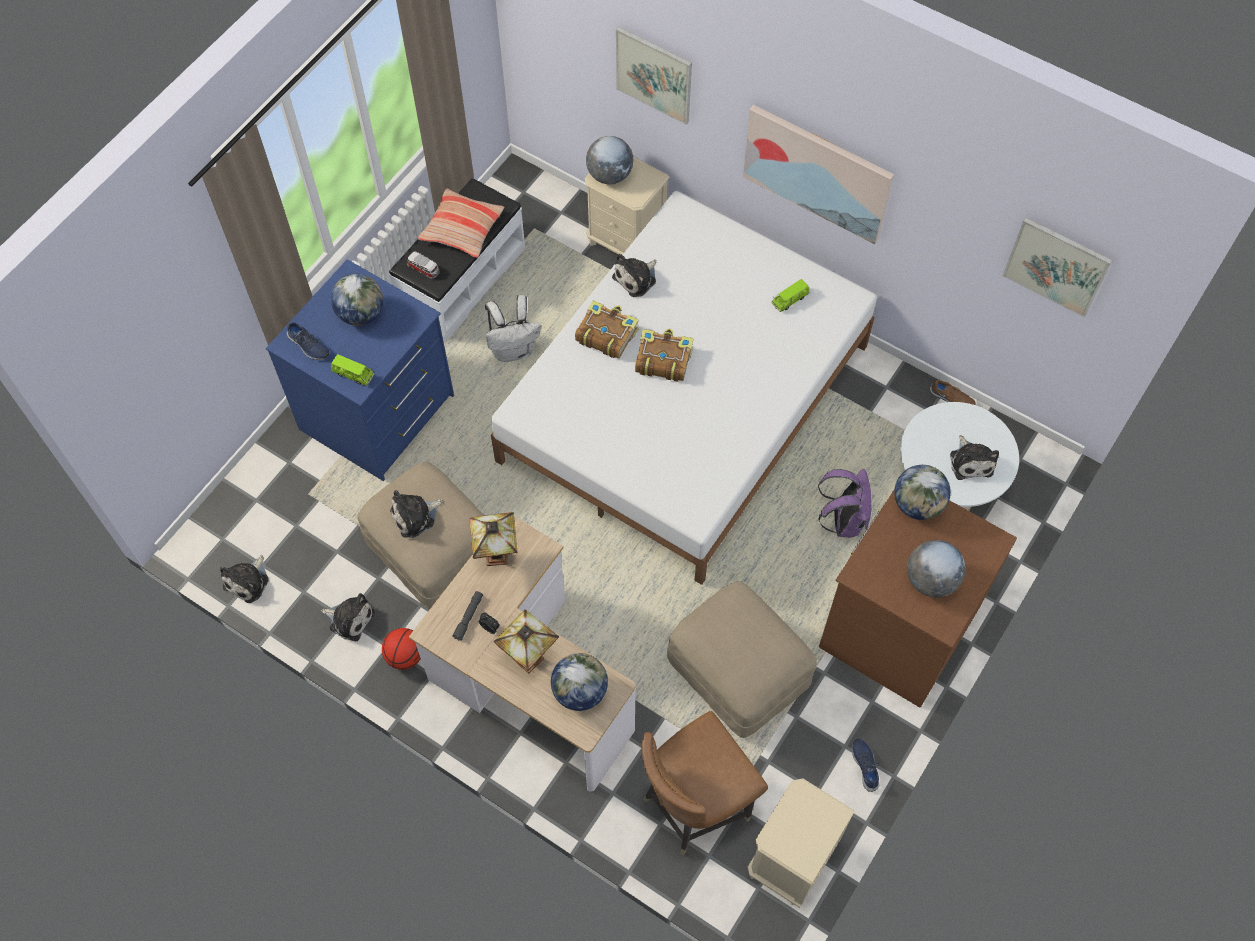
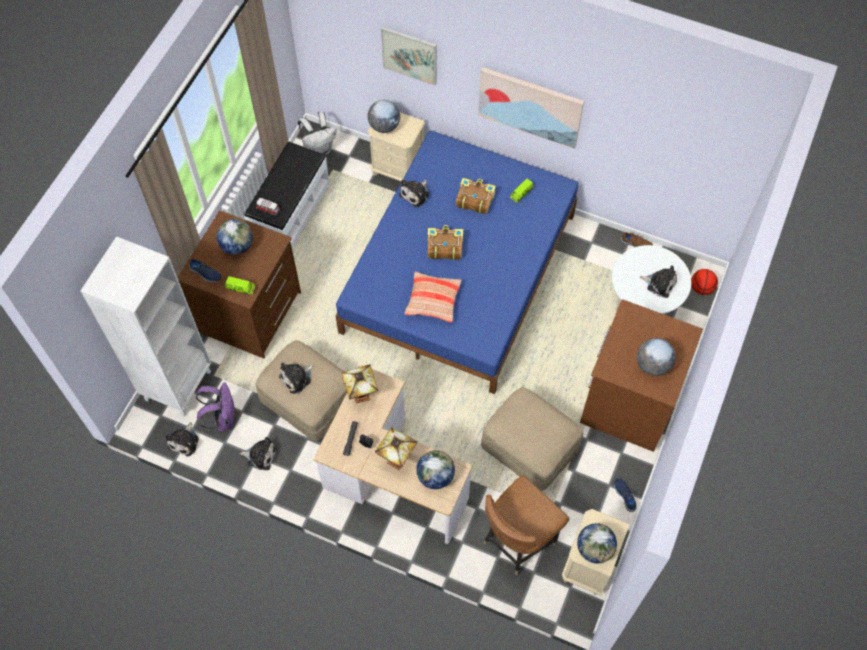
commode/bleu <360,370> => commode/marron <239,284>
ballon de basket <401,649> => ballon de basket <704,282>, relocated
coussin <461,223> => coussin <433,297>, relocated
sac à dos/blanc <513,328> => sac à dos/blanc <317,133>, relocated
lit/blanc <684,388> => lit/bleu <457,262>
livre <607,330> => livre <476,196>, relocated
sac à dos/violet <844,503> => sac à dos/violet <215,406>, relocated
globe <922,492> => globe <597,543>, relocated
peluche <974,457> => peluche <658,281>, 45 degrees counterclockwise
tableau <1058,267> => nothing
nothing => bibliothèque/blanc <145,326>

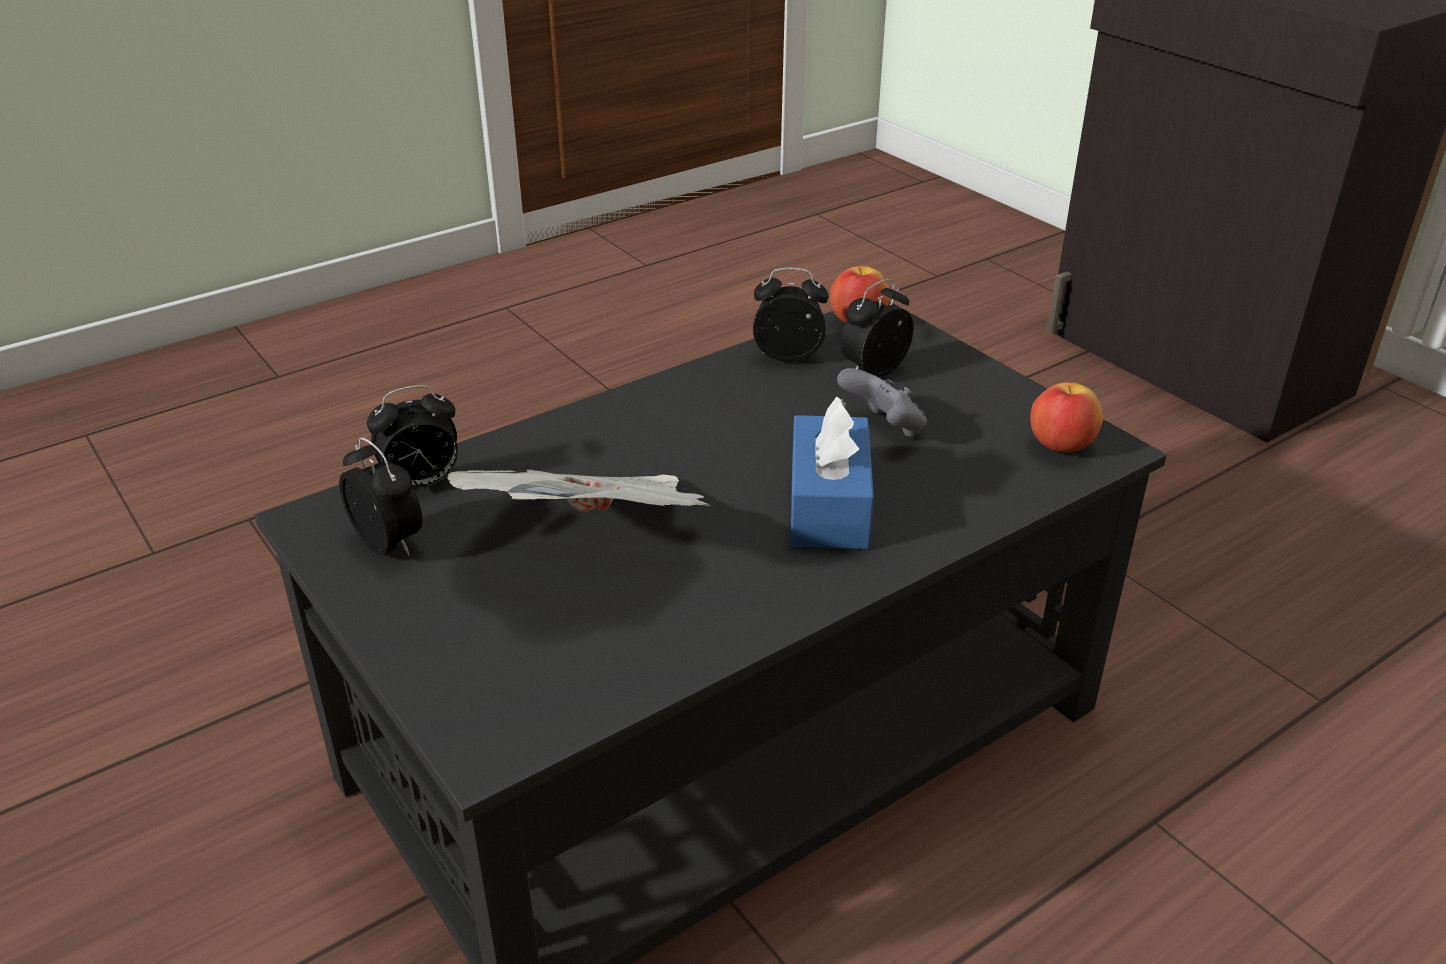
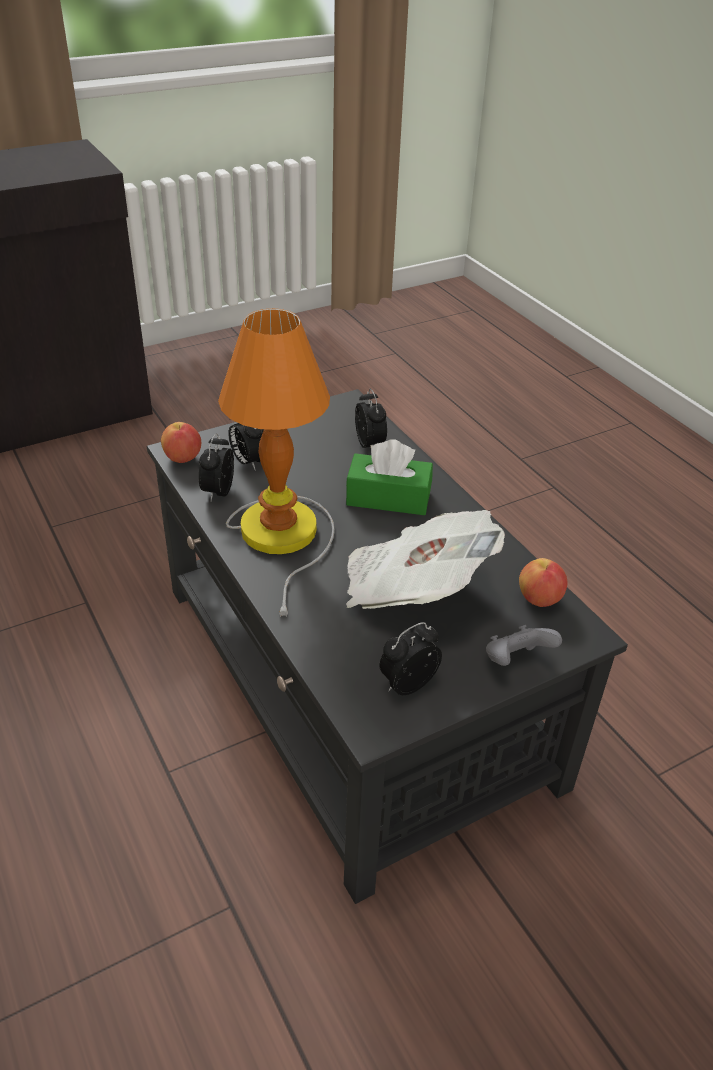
réveil <412,436> => réveil <371,418>, relocated
boîte à mouchoirs/bleu <832,472> => boîte à mouchoirs/vert <389,477>
manette/gris <882,403> => manette/gris <524,645>, relocated
pomme <1067,417> => pomme <543,582>, relocated
nothing => lampe de table <276,462>

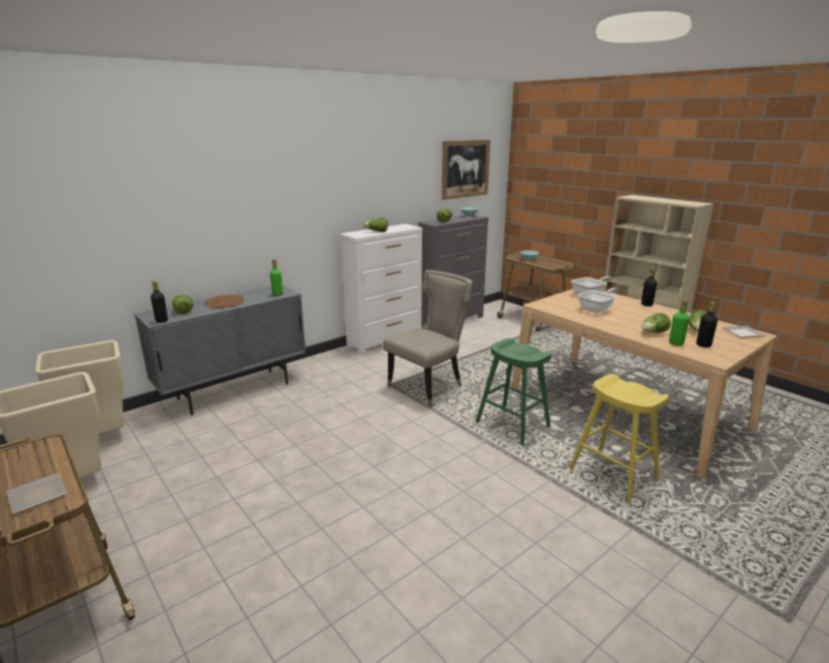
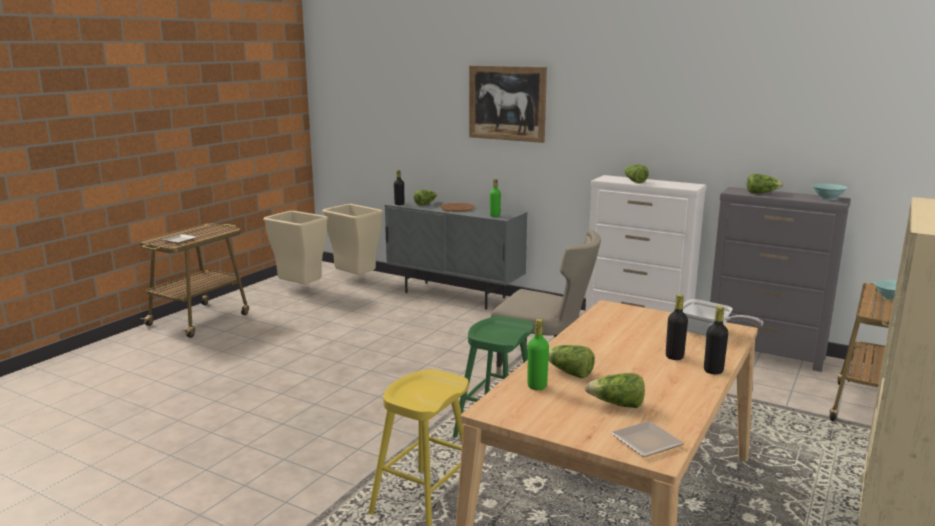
tableau <466,170> => tableau <508,104>, relocated
poêle <597,300> => nothing
bouteille/noir <707,325> => bouteille/noir <677,327>, relocated

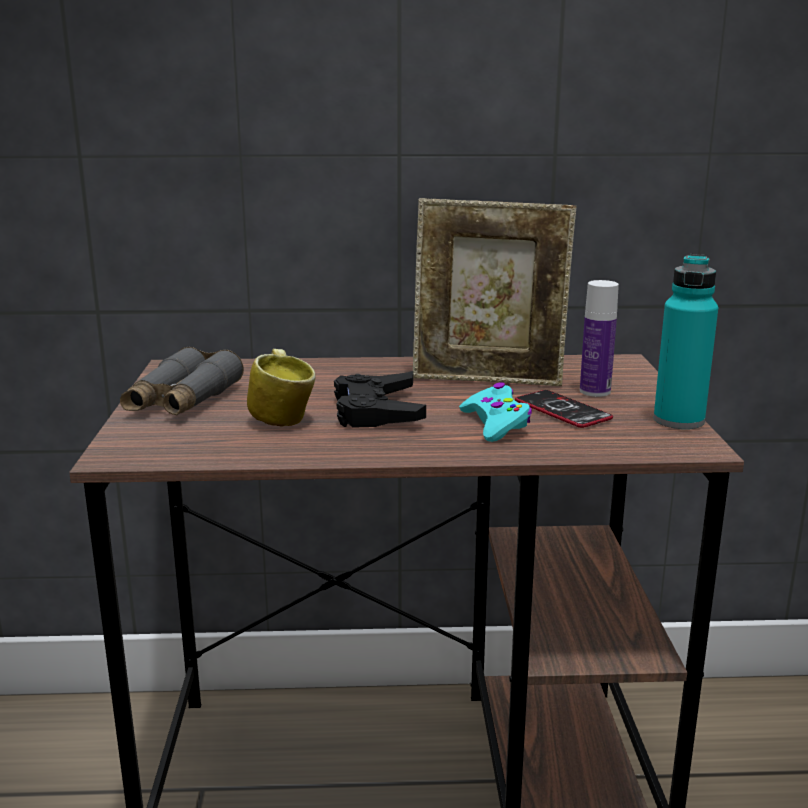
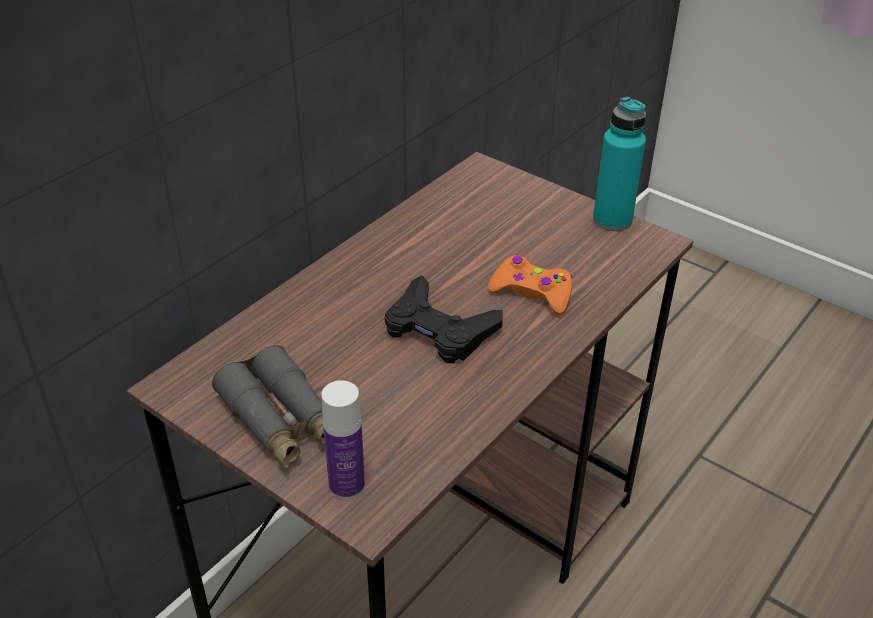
mug <281,387> => nothing
cadre photo <495,292> => nothing
manette/turquoise <495,412> => manette/orange <530,285>
téléphone <564,409> => nothing
bouteille <599,338> => bouteille <343,440>, relocated

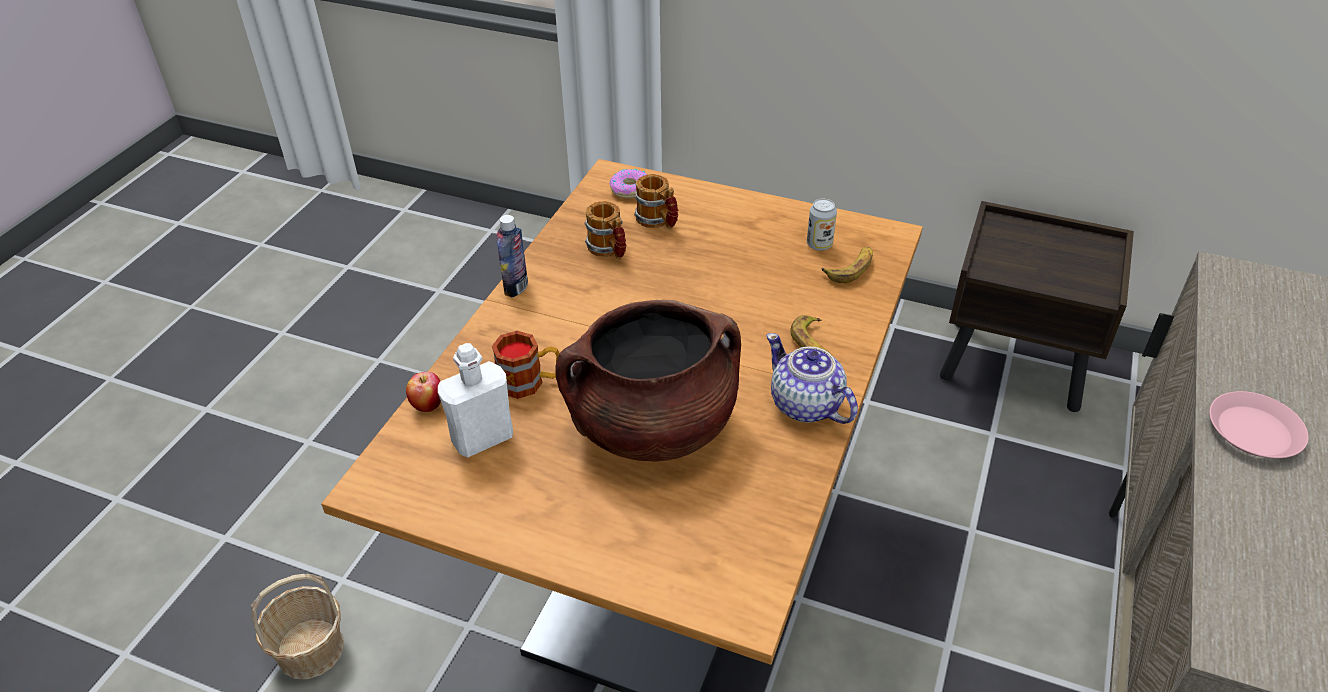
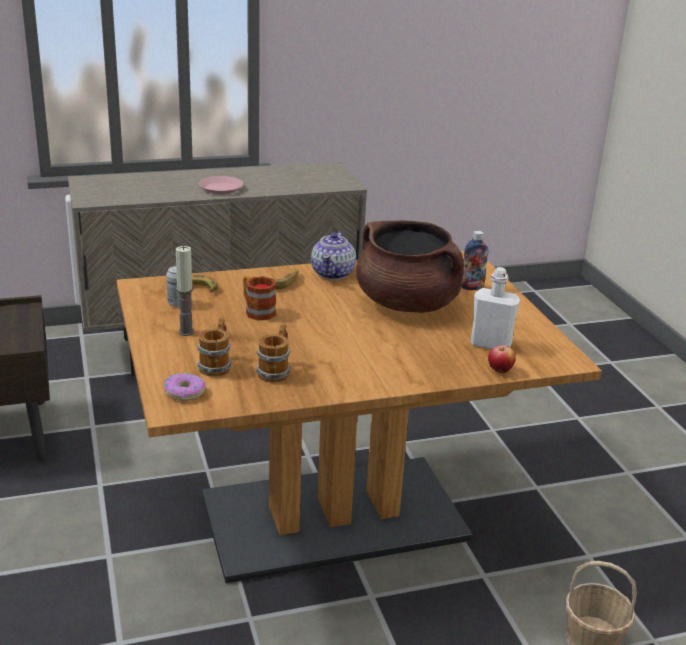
mug <526,365> => mug <259,298>, relocated
bouteille <512,256> => bouteille <475,260>, relocated
nothing => bougie <185,291>

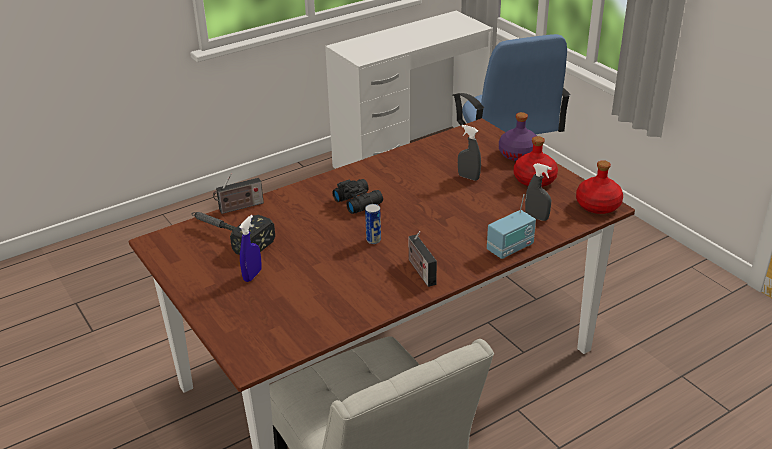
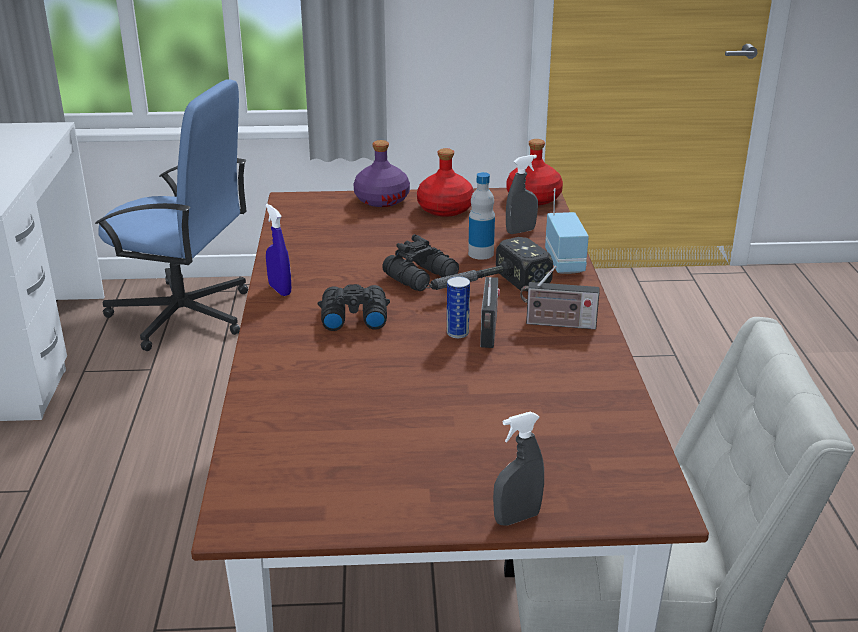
marteau <233,233> => marteau <488,264>, relocated
radio <238,194> => radio <490,312>, relocated
vaporisateur/bleu <250,248> => vaporisateur/bleu <278,250>, relocated
vaporisateur/gris <469,153> => vaporisateur/gris <518,469>, relocated
nothing => jumelles/noir <420,262>
nothing => bouteille <481,216>

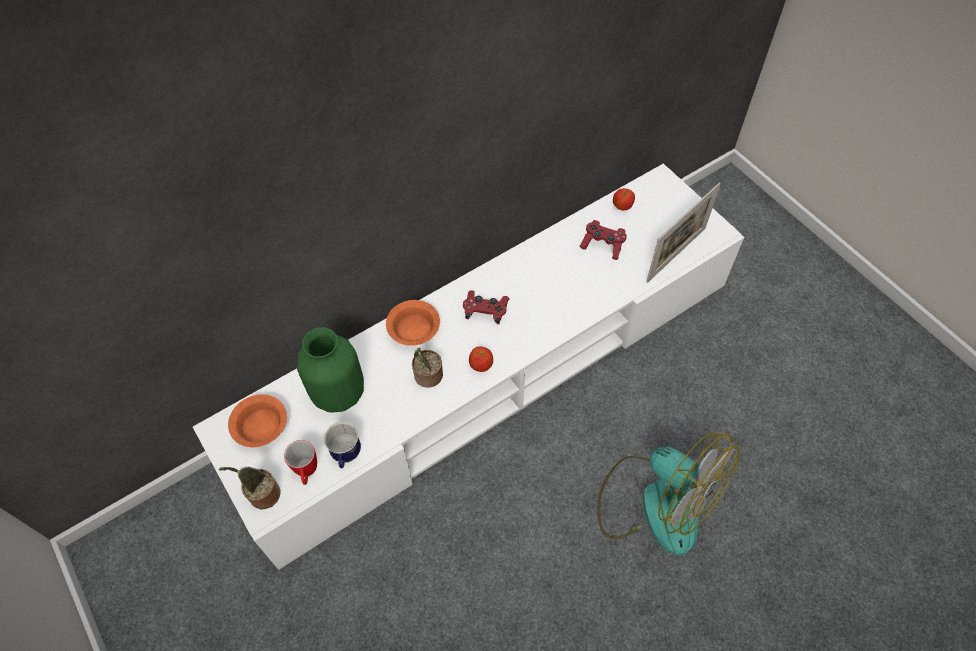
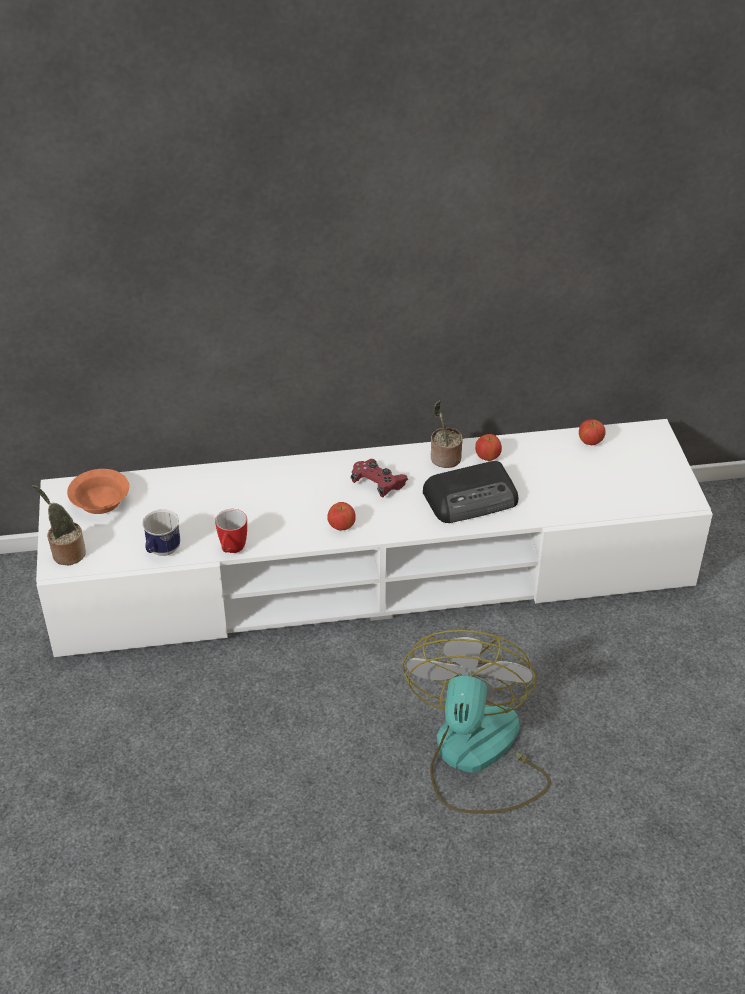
mug <300,462> => mug <231,531>, relocated
vase/vert <330,370> => nothing
bol/orange <413,323> => nothing
plante en pot <427,368> => plante en pot <447,434>, relocated
manette/rouge <603,240> => nothing
ventilateur <668,494> => ventilateur <476,722>, 150 degrees counterclockwise
cadre photo <683,233> => nothing
nothing => radio <470,492>
nothing => pomme <488,447>

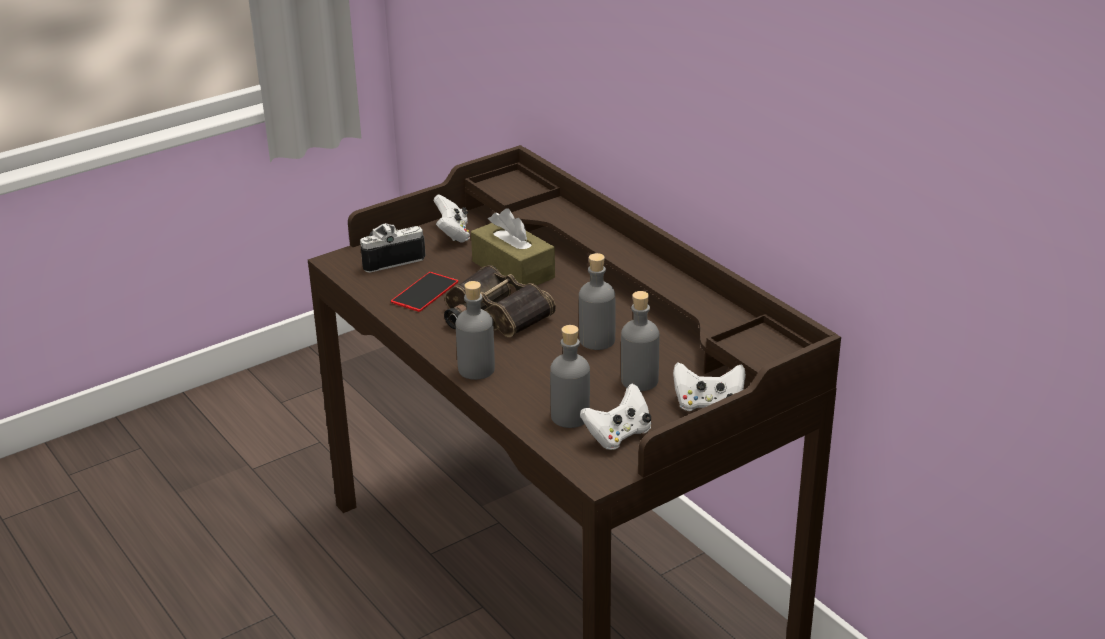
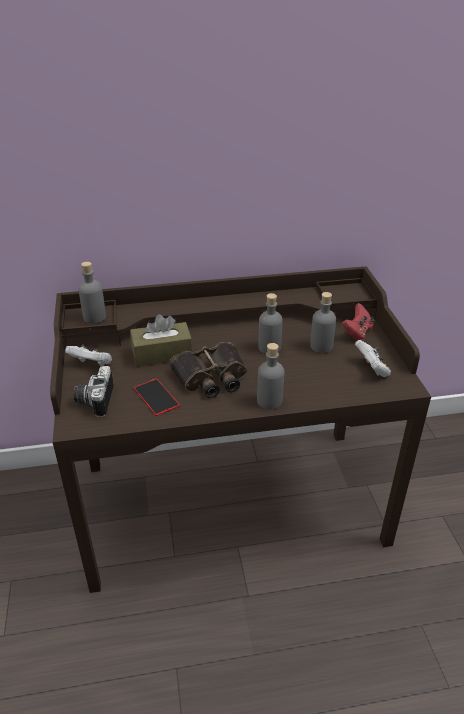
bouteille/gris <570,376> => bouteille/gris <92,293>, relocated
manette/blanc <709,386> => manette/rouge <358,322>

